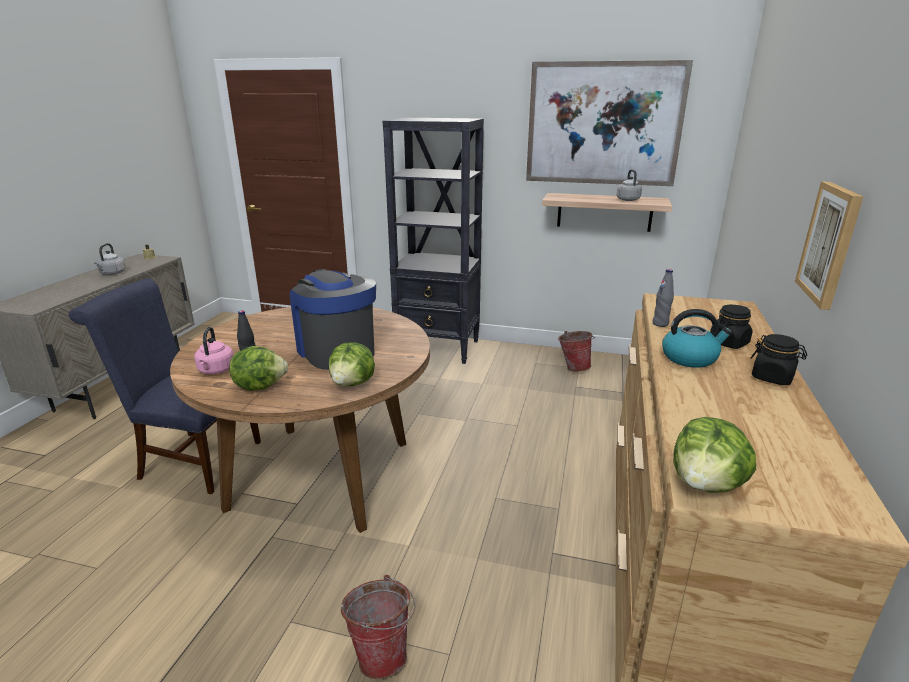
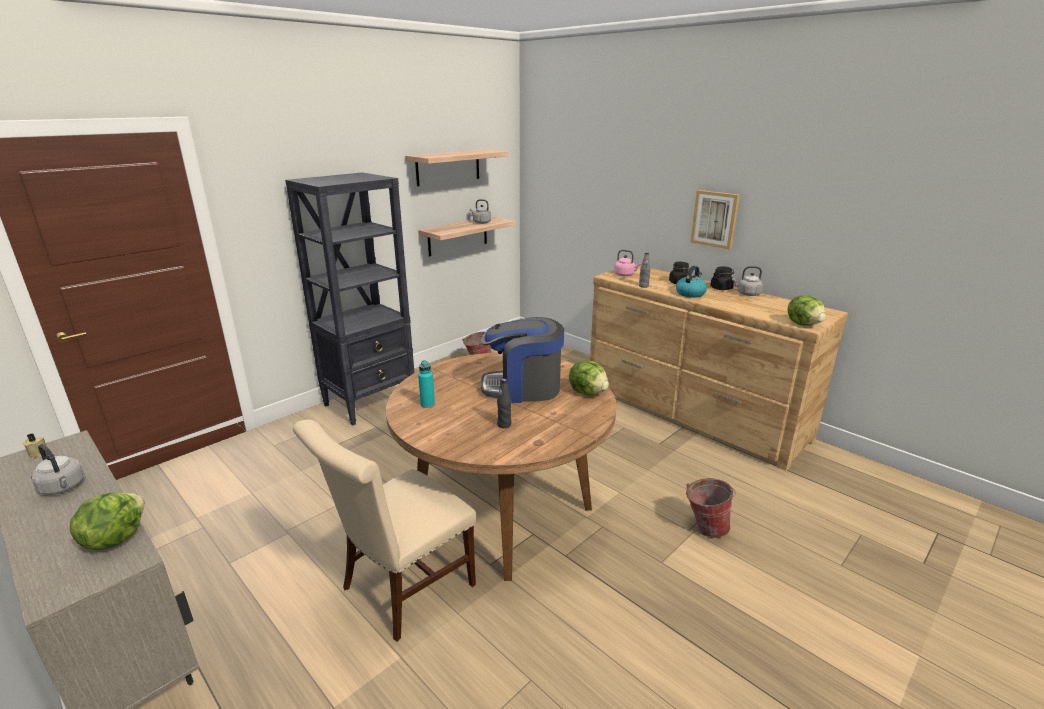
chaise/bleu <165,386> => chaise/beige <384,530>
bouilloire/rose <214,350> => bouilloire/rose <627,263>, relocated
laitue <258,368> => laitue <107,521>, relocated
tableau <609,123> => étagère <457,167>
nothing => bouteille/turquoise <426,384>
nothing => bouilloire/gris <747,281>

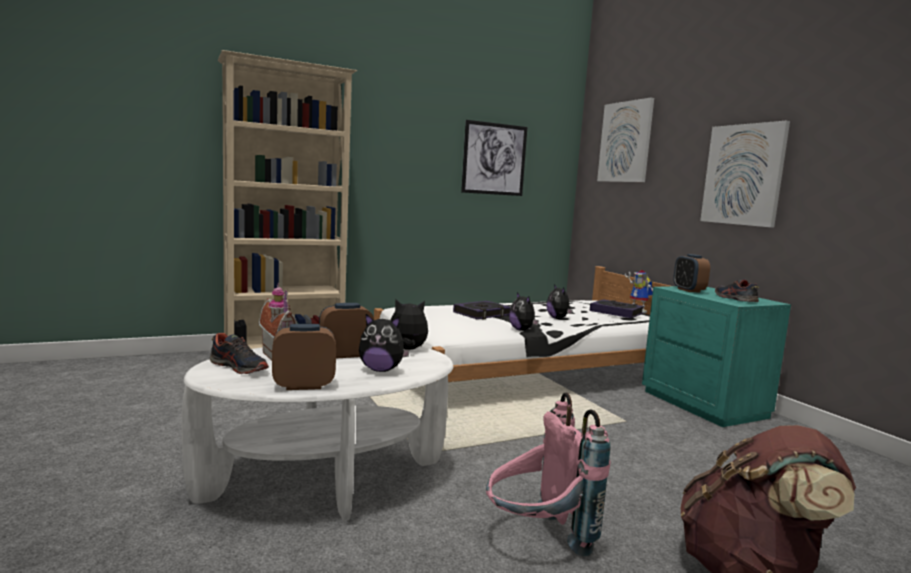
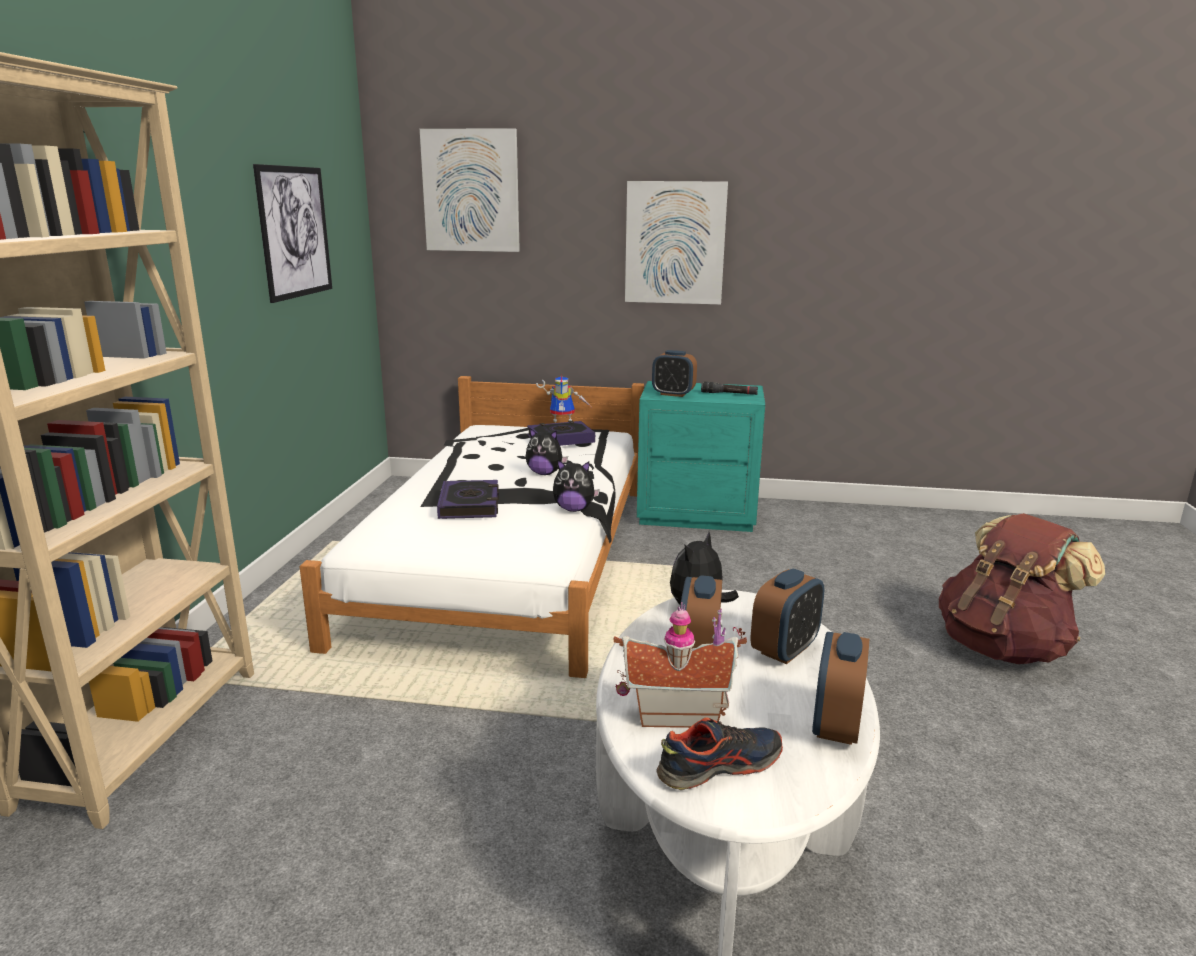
peluche <384,343> => réveil <787,616>
sac à dos/rose <548,475> => nothing
chaussure <737,290> => lampe de poche/noir <729,388>

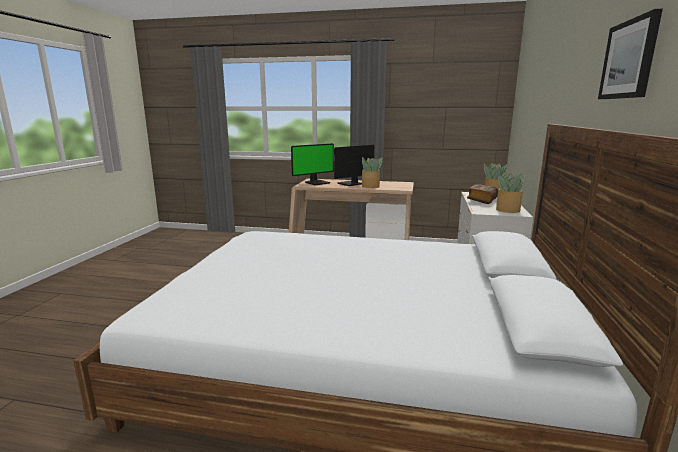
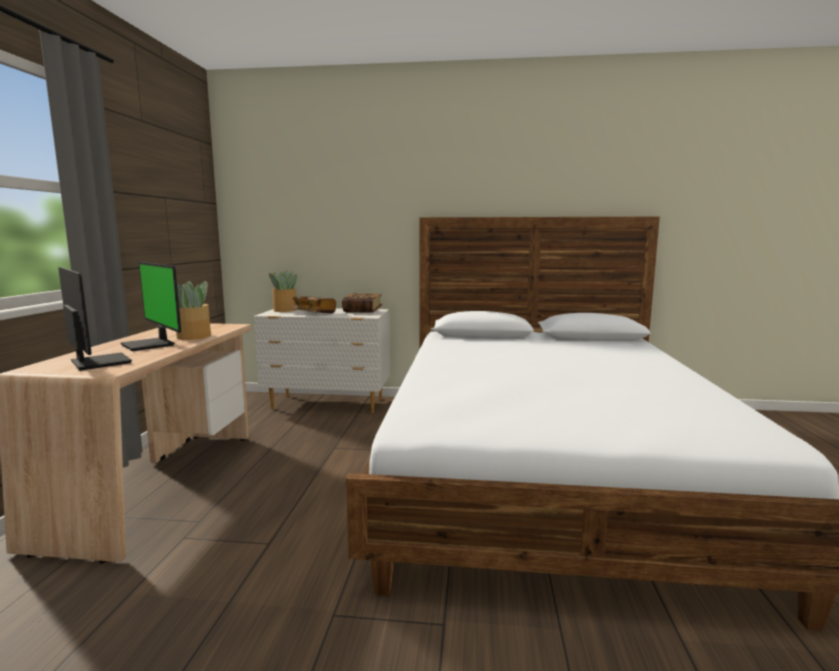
plante en pot <511,193> => livre <362,303>
tableau <630,54> => nothing

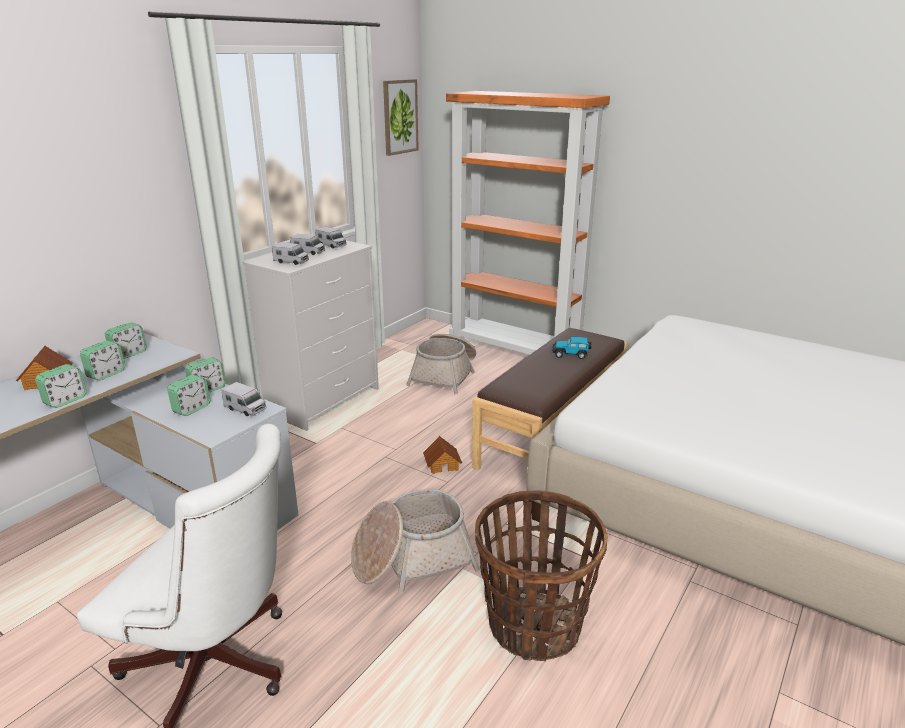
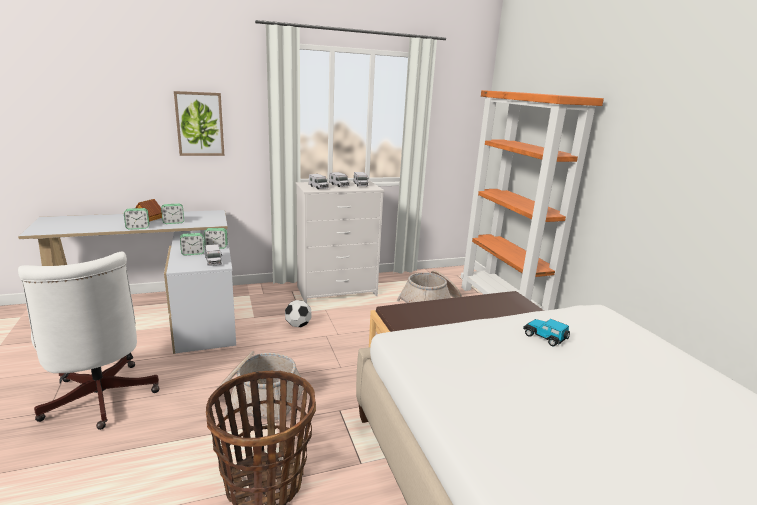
réveil <126,340> => nothing
tableau <401,117> => tableau <199,123>, relocated
maison miniature <442,455> => nothing
petite voiture <571,348> => petite voiture <546,332>, relocated
nothing => ballon de foot <298,313>

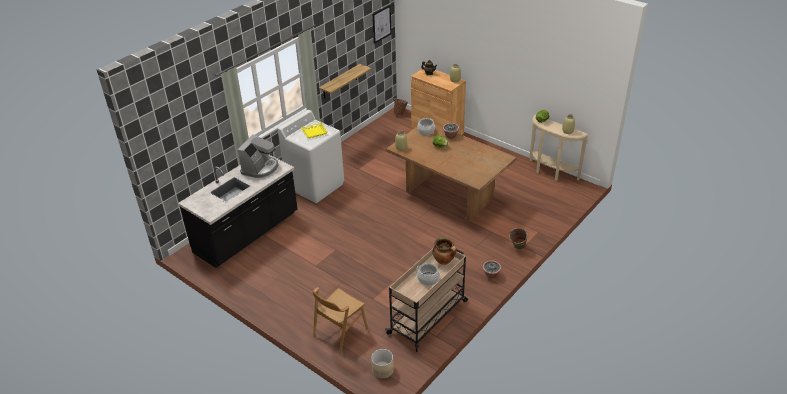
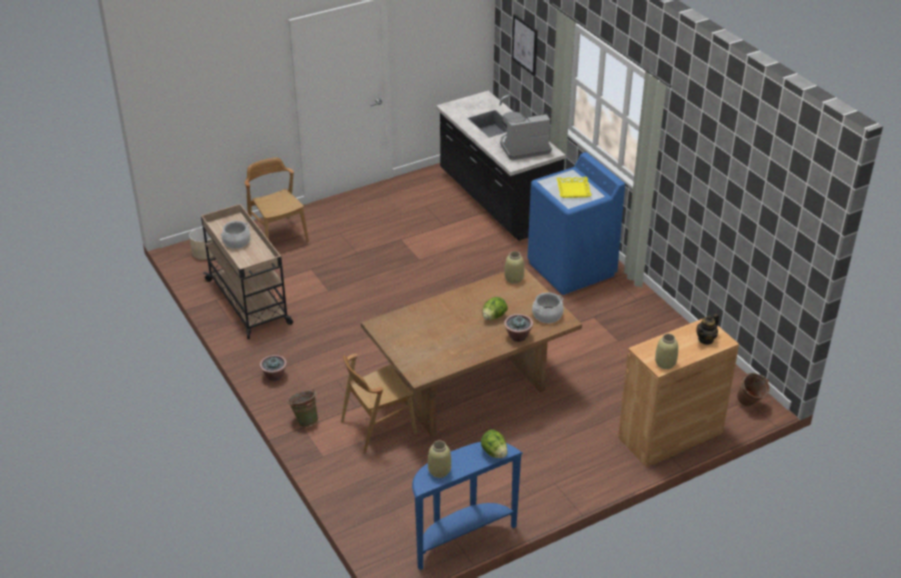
machine à café <258,156> => machine à café <526,136>, 120 degrees clockwise
lave-linge/blanc <311,156> => lave-linge/bleu <576,223>
étagère <345,81> => nothing
tableau <382,24> => tableau <525,45>, relocated
marmite <445,251> => nothing
table console/beige <558,148> => table console/bleu <467,506>
nothing => chaise/marron <379,404>

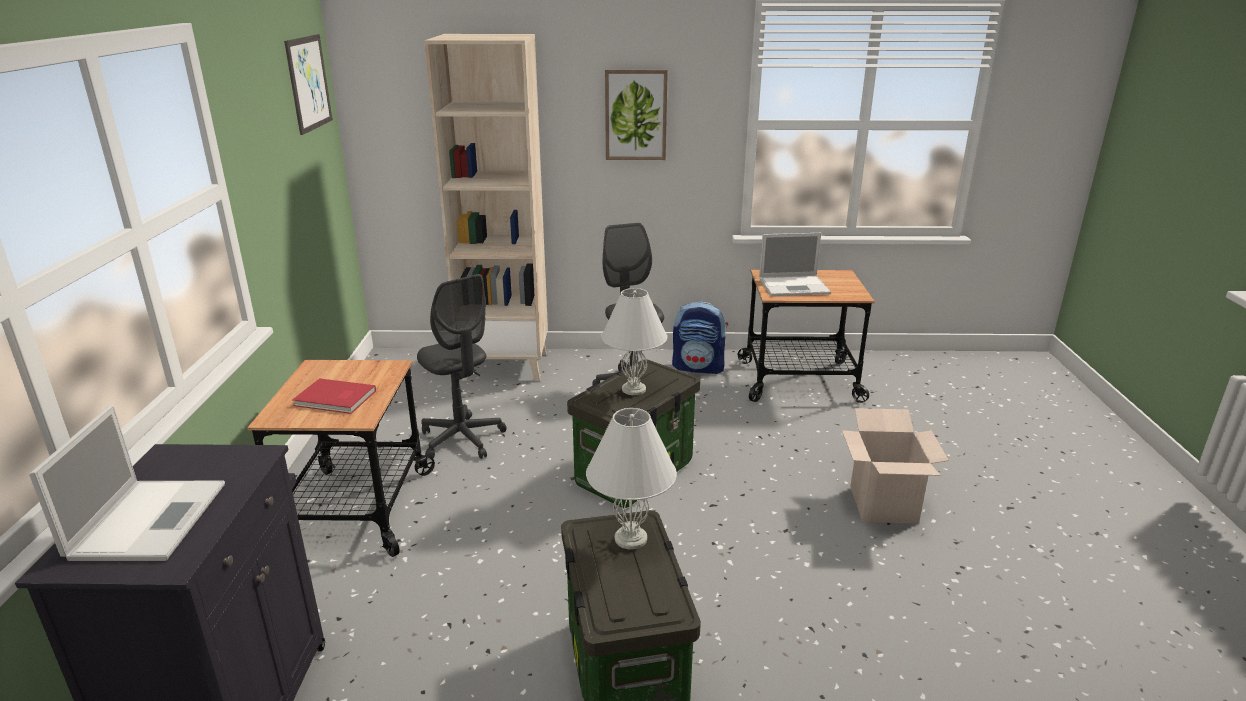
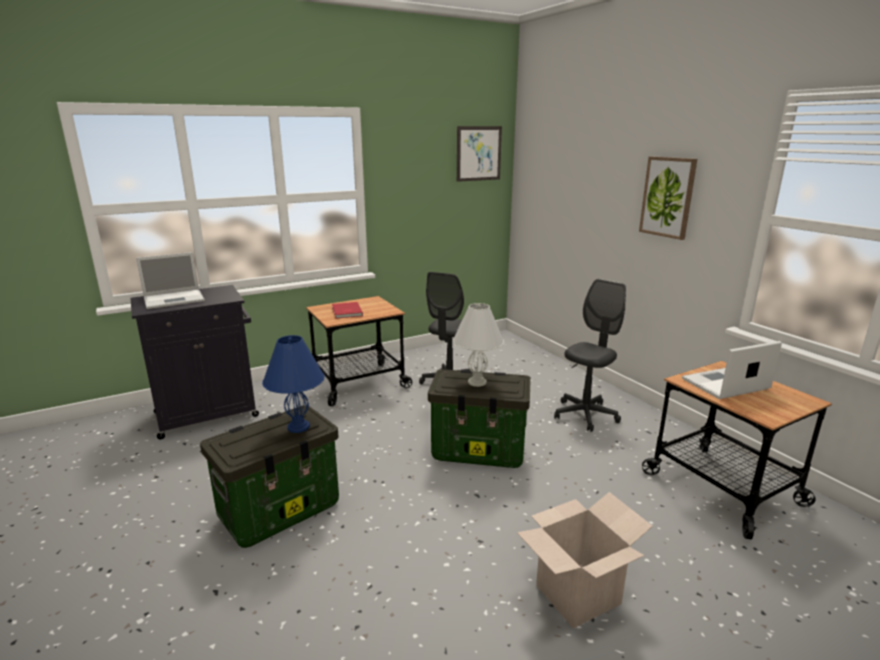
bibliothèque/beige <486,207> => nothing
lampe de table/blanc <631,478> => lampe de table/bleu <293,384>
sac à dos <700,337> => nothing
ordinateur portable <795,264> => ordinateur portable <732,370>, 105 degrees clockwise

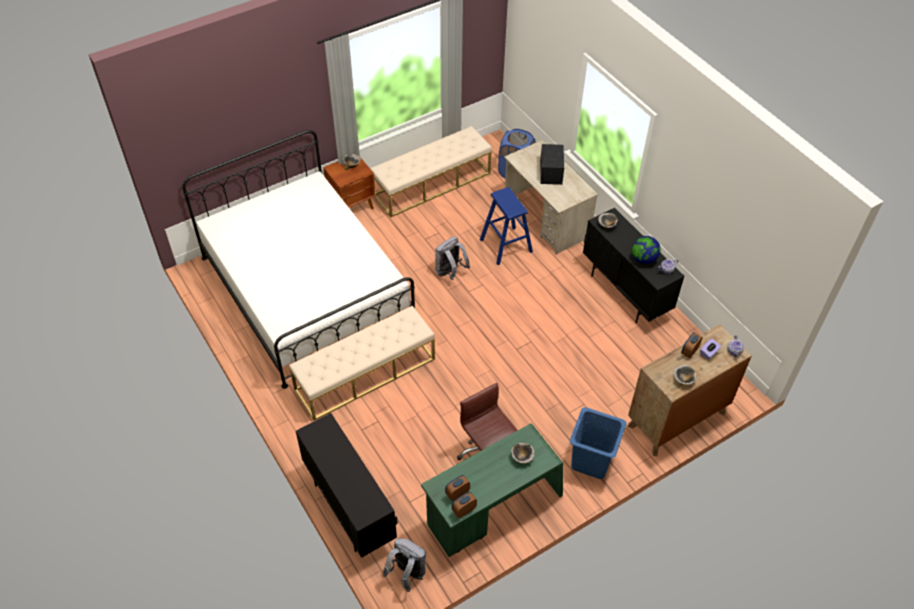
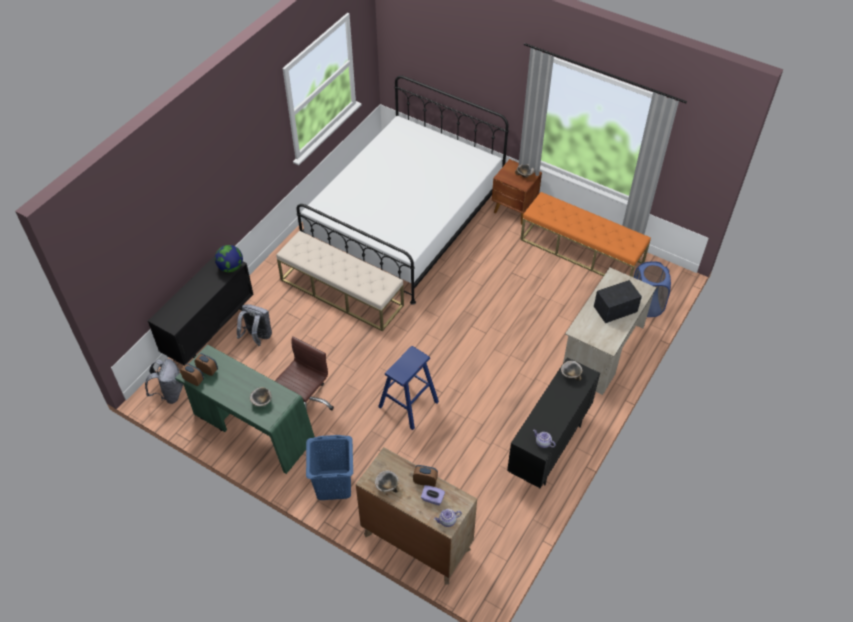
banc/beige <431,171> => banc/orange <585,234>
sac à dos/gris <452,258> => sac à dos/gris <254,325>, relocated
tabouret/bleu <506,226> => tabouret/bleu <408,388>, relocated
globe <646,250> => globe <229,258>, relocated

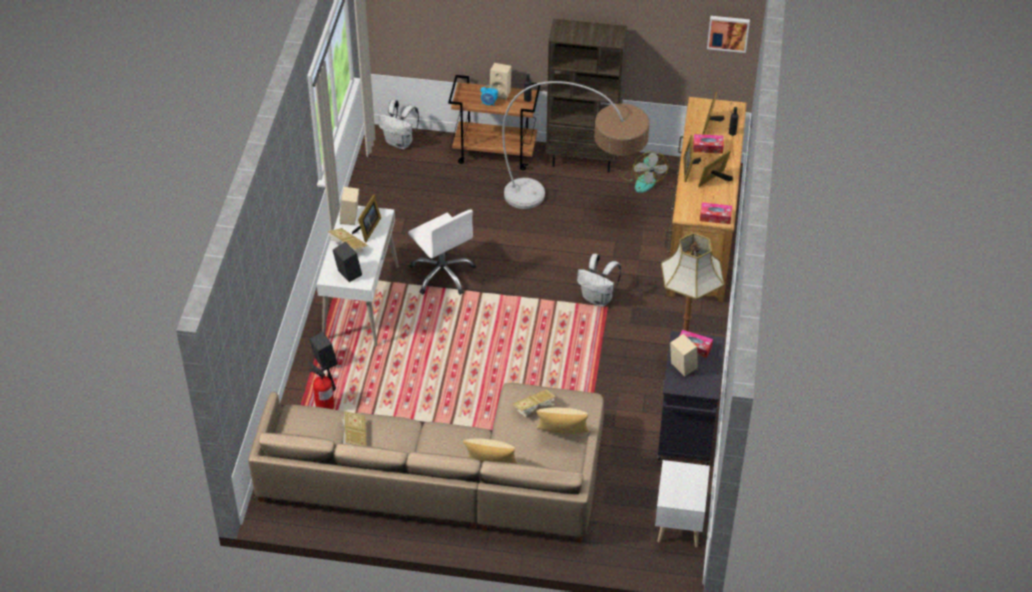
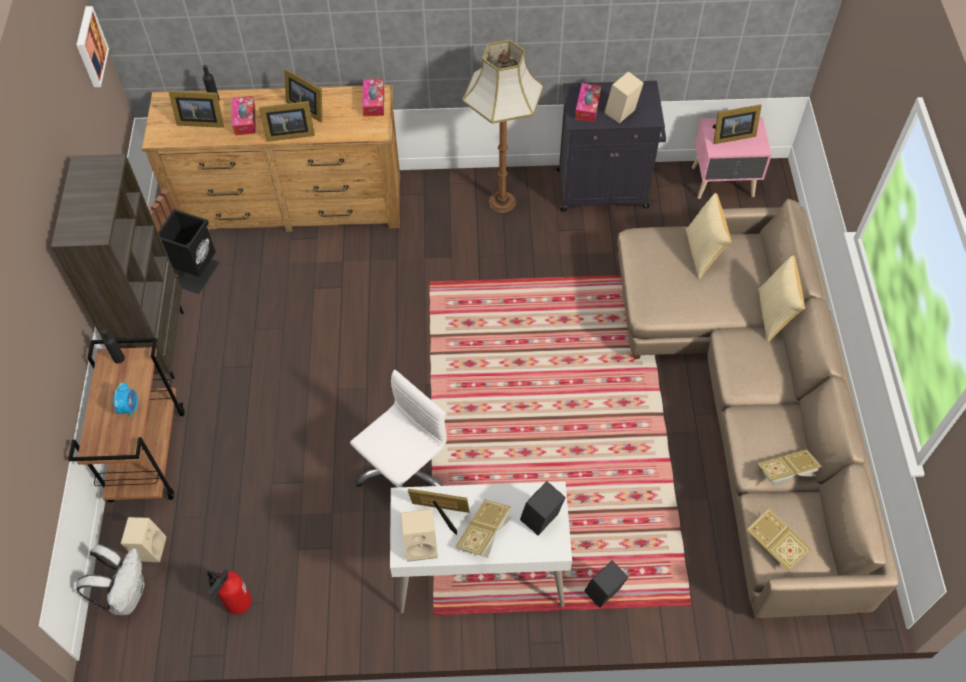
extincteur <322,385> => extincteur <229,592>, relocated
enceinte/beige <501,81> => enceinte/beige <143,540>, relocated
lampadaire <575,145> => nothing
livre <534,403> => livre <778,539>, relocated
sac à dos/blanc <599,280> => nothing
ventilateur <646,172> => poubelle/noir <184,241>
table de chevet/blanc <682,503> => table de chevet/rose <732,158>
nothing => cadre photo <737,124>

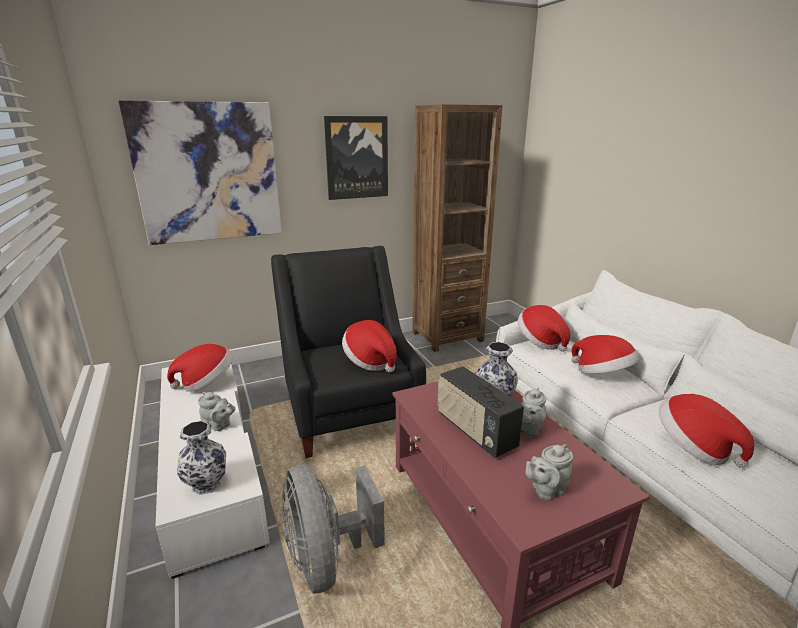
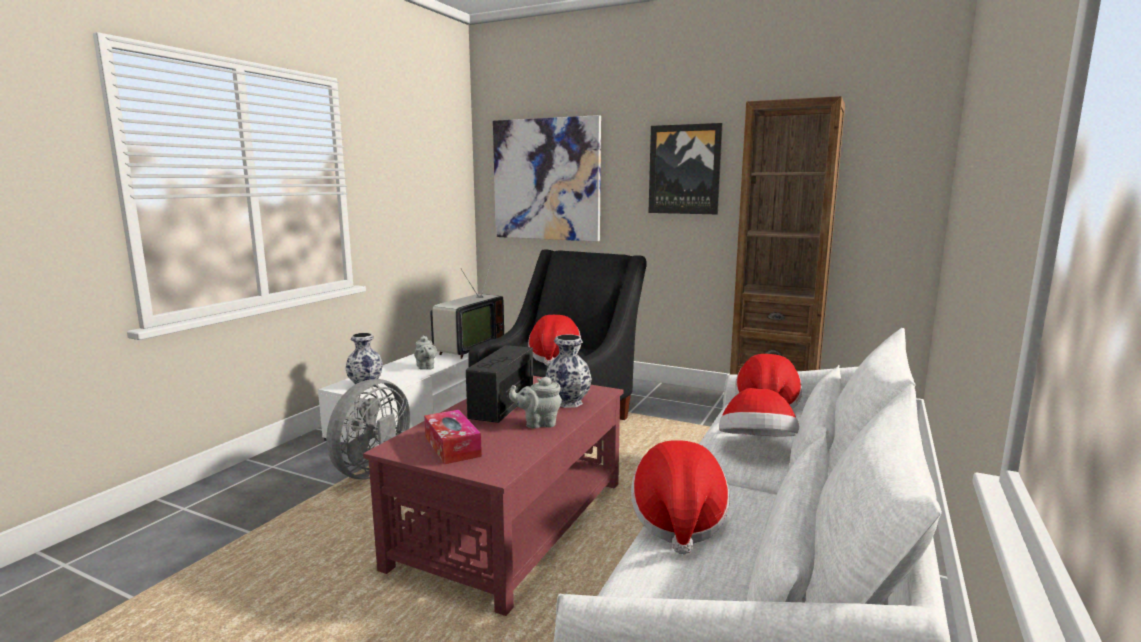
chapeau <200,368> => téléviseur <467,309>
théière/gris <549,472> => boîte à mouchoirs <453,437>

